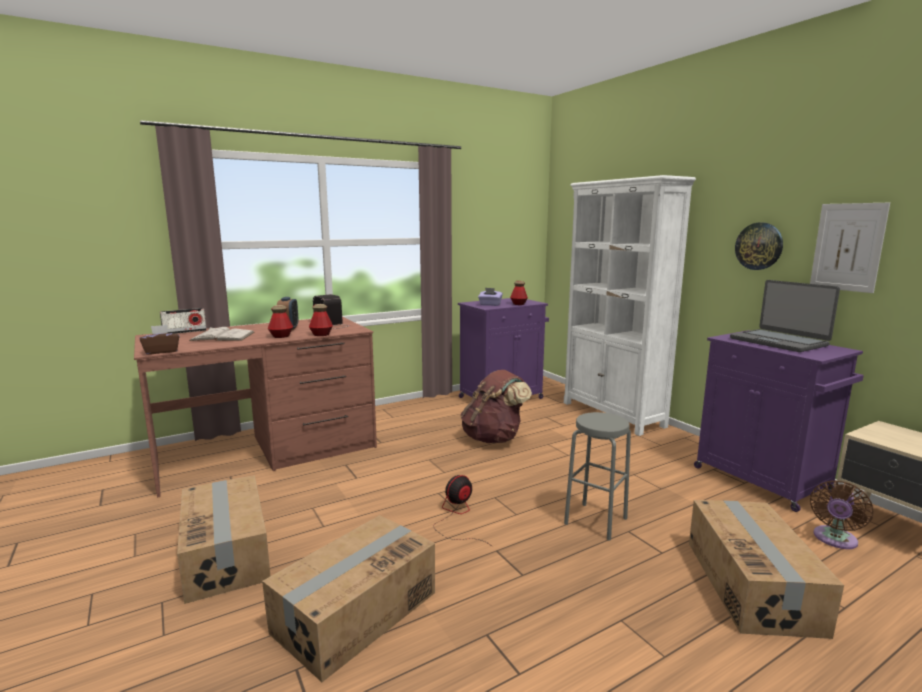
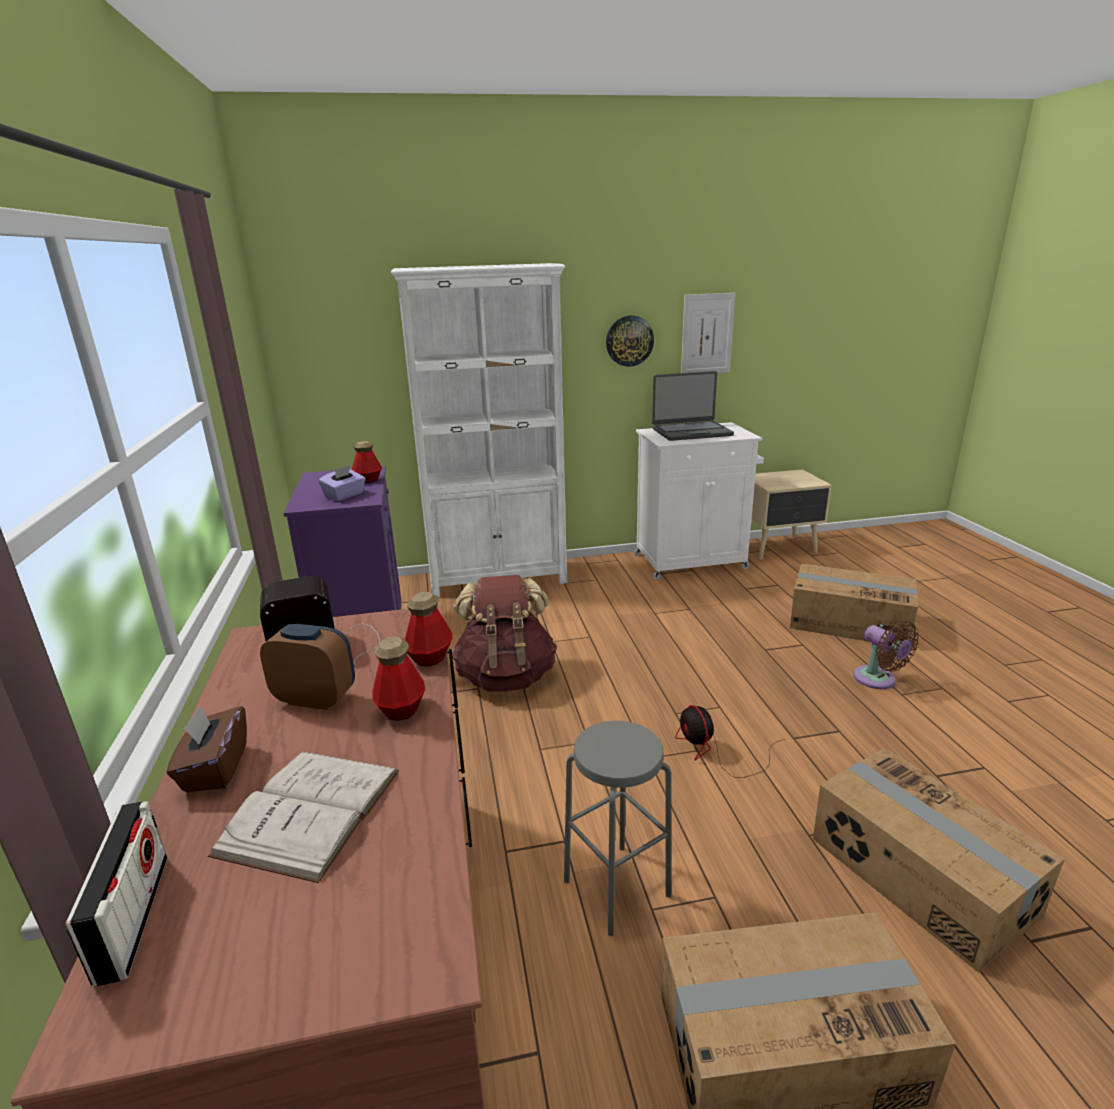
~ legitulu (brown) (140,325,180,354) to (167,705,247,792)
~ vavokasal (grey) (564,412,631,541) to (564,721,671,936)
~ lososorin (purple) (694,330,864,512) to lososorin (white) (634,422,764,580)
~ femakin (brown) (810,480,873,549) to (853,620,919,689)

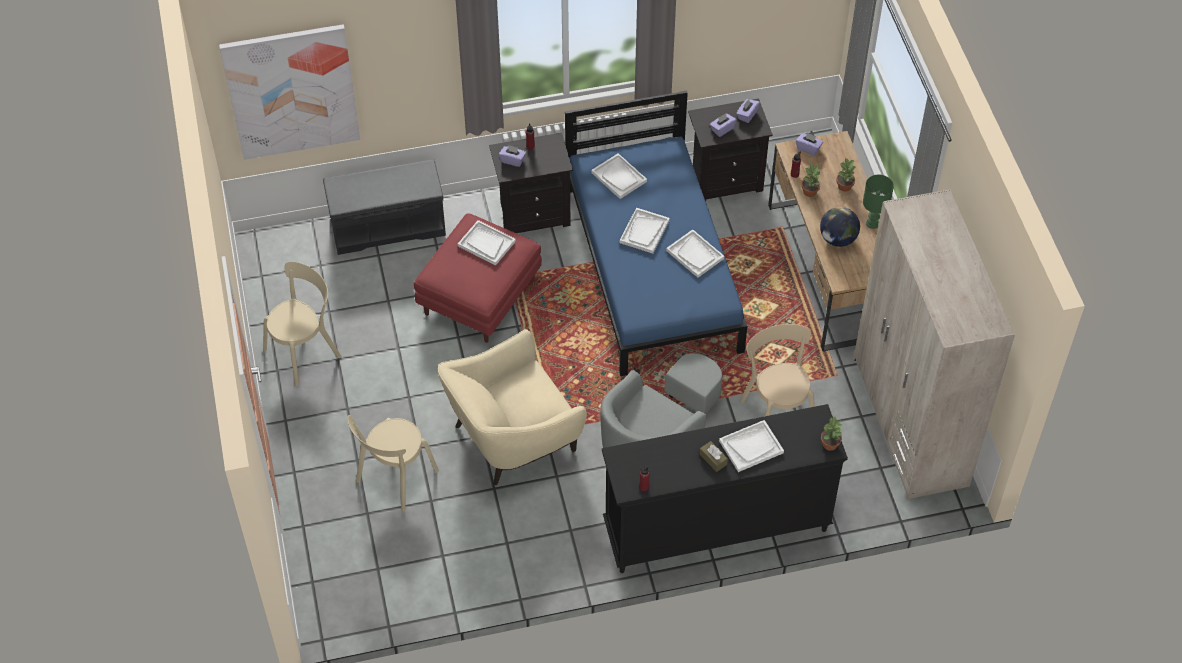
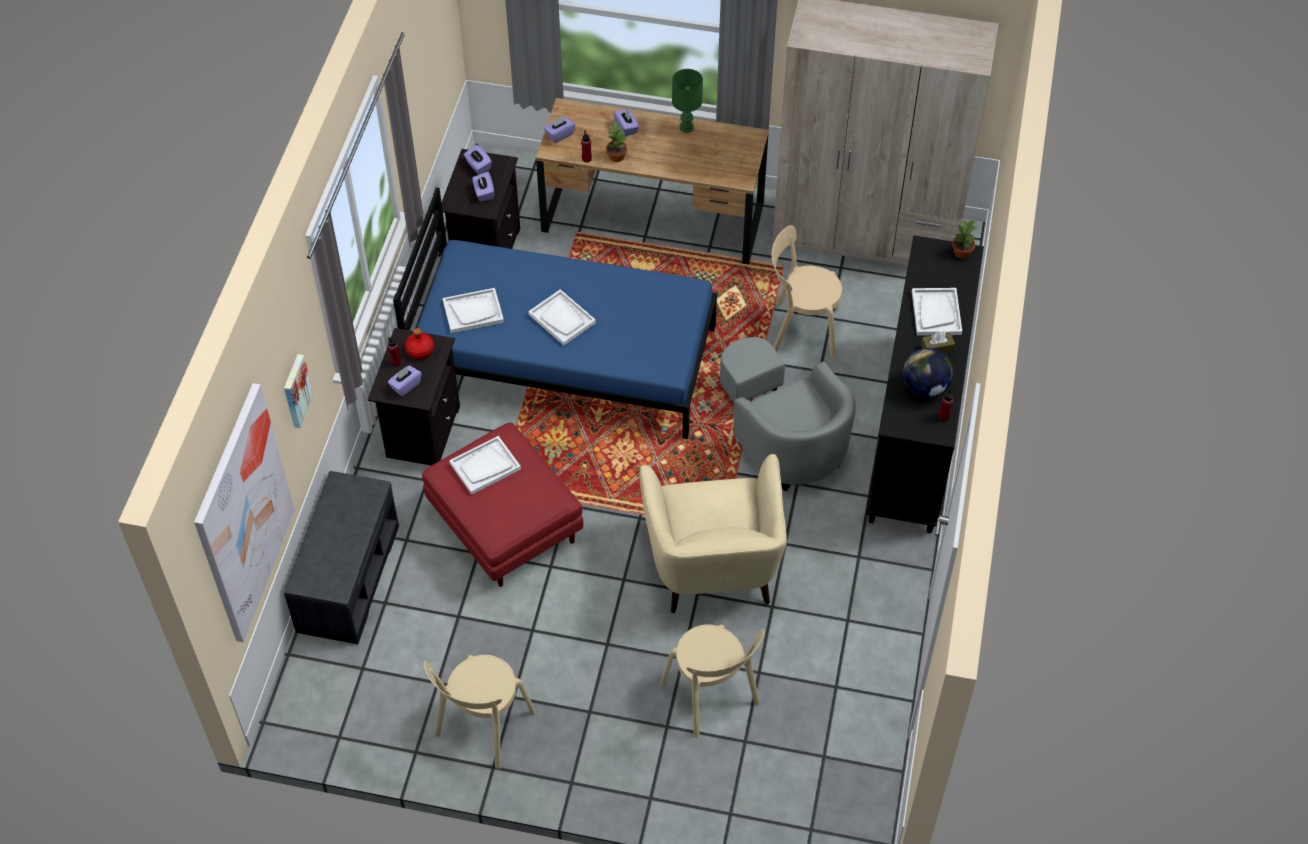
+ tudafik (284,354,314,428)
+ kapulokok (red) (405,328,434,359)
~ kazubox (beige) (263,261,342,386) = (424,655,536,769) 135 degrees counterclockwise
~ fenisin (836,157,855,192) to legitulu (purple) (613,109,639,137)
~ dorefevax (820,207,860,247) to (903,348,953,398)
- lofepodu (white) (666,229,724,278)

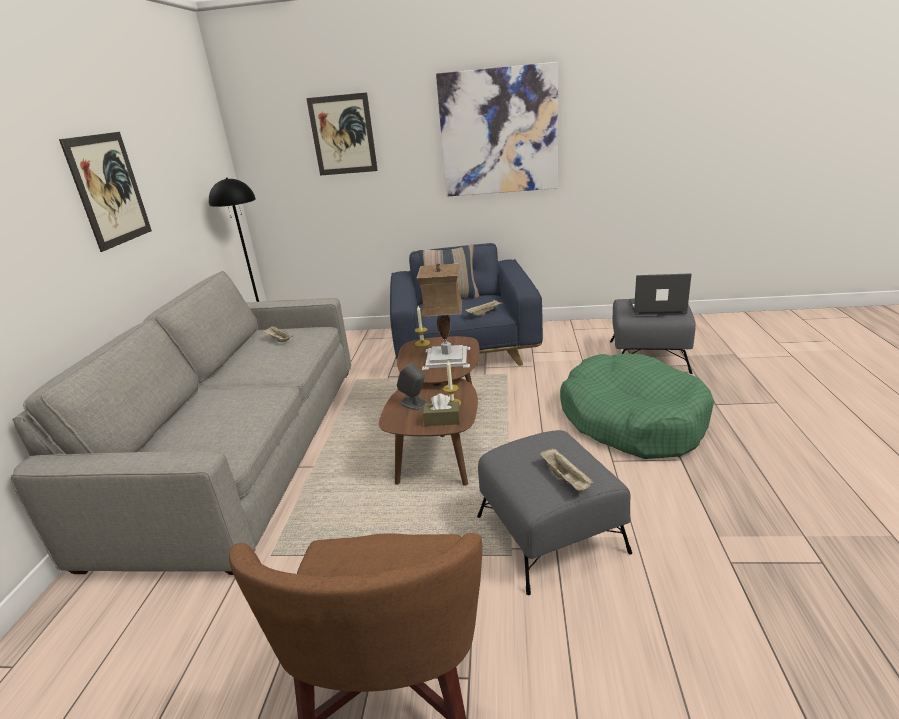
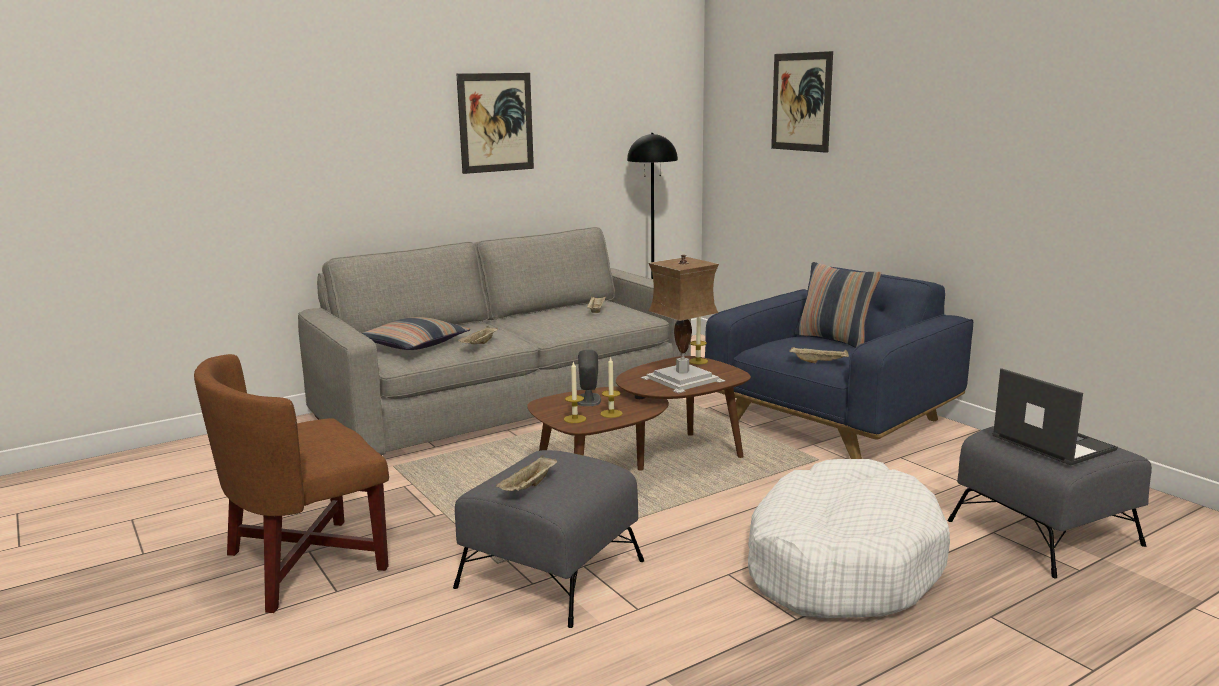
+ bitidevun (362,317,470,350)
+ lofepodu (beige) (458,326,498,344)
~ legitulu (brown) (423,393,460,426) to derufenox (564,361,586,423)
~ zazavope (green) (560,353,714,459) to zazavope (white) (748,459,950,618)
- tudafik (436,62,558,196)

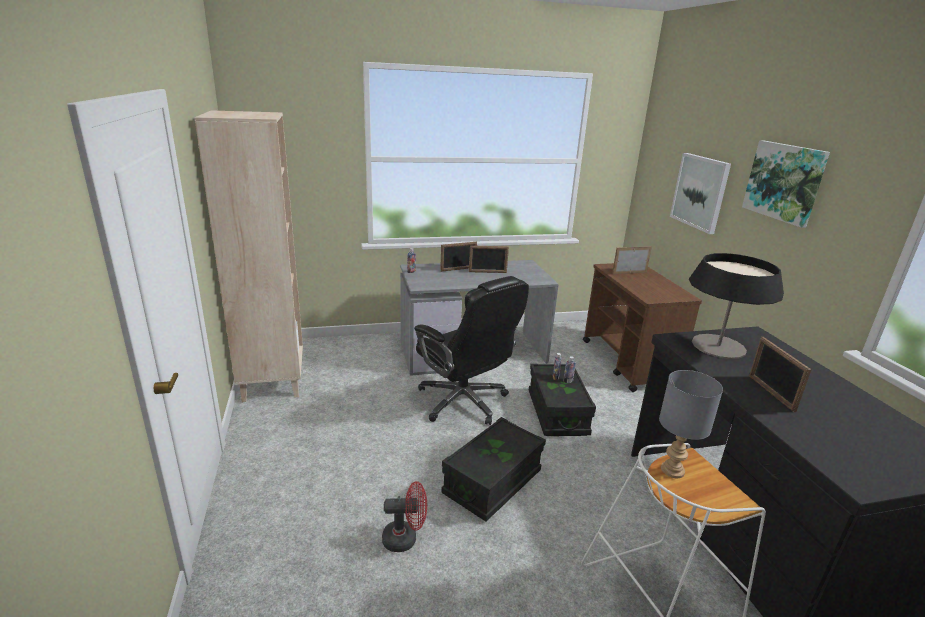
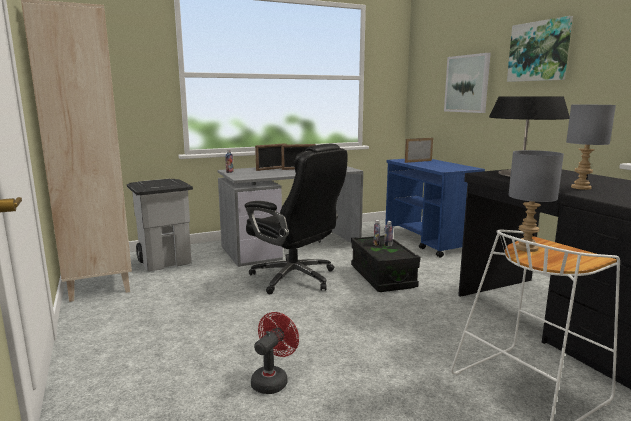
+ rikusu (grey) (127,179,193,271)
~ femakin (red) (382,481,427,552) = (251,312,299,394) 45 degrees counterclockwise
~ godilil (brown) (583,263,702,392) to godilil (blue) (384,159,485,258)
~ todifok (749,337,812,412) to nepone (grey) (566,105,616,190)
- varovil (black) (441,417,546,521)

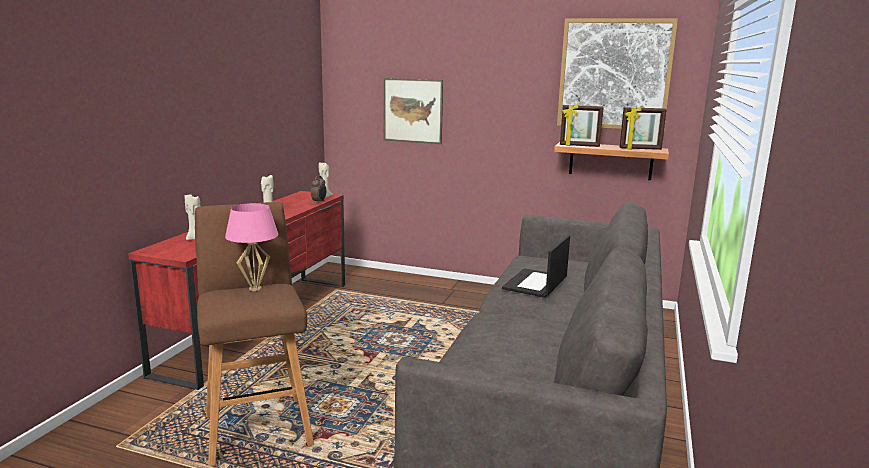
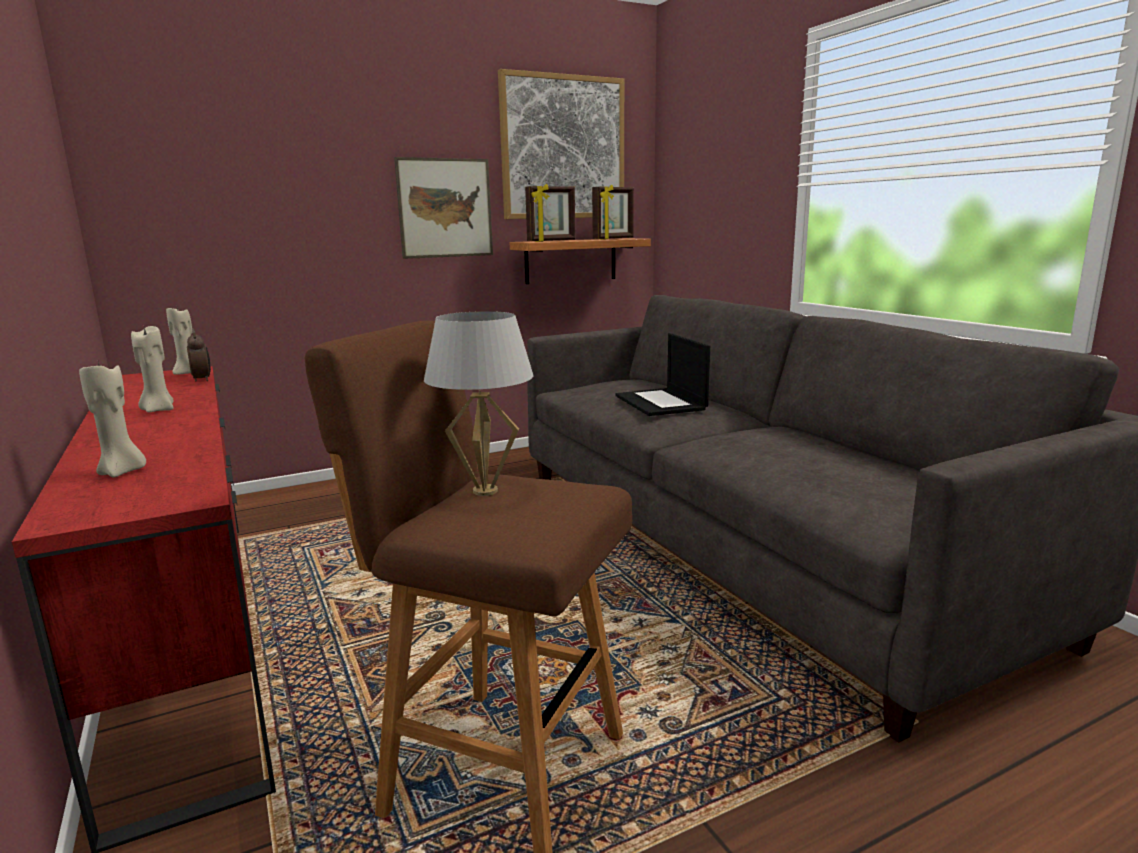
~ tudafik (383,78,443,144) to (394,157,493,259)
~ nepone (pink) (225,203,278,291) to nepone (white) (424,311,533,496)

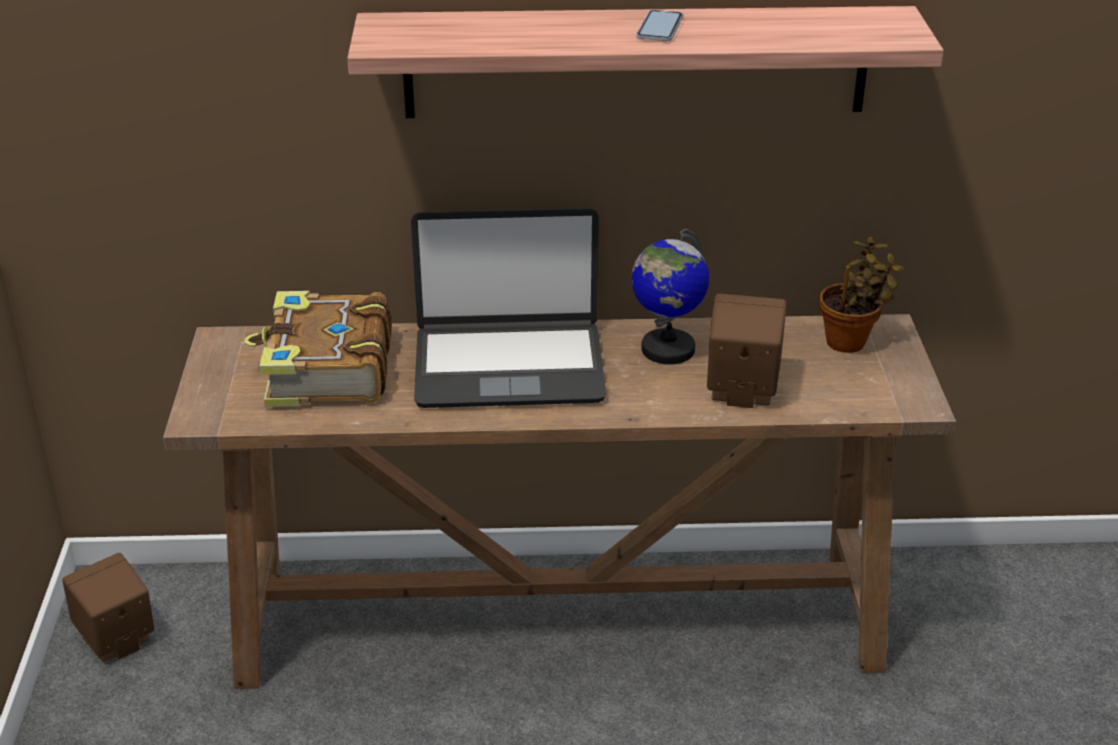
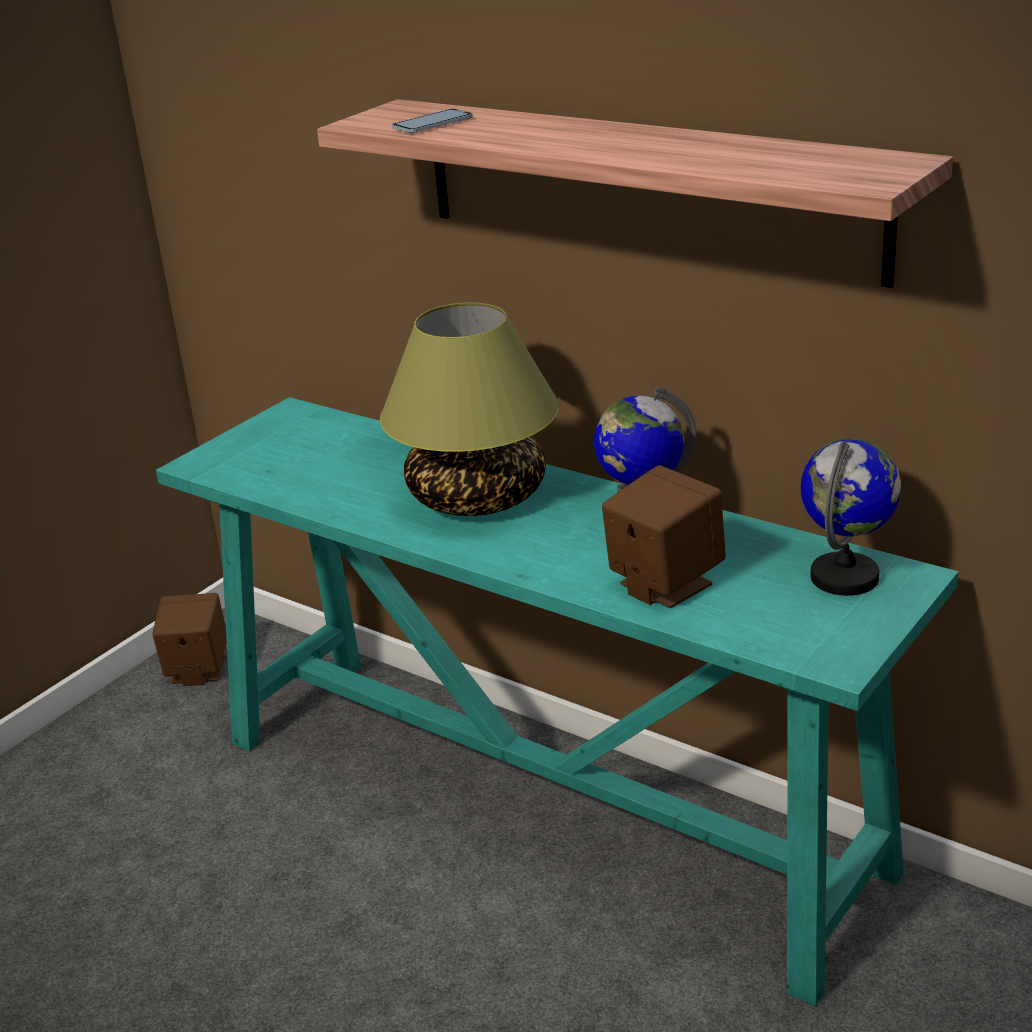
~ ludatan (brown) (163,314,956,689) to ludatan (turquoise) (156,397,958,1006)
~ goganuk (411,208,607,408) to nepone (380,302,559,516)
~ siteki (636,10,683,41) to (392,109,473,133)
~ fenisin (819,237,905,353) to dorefevax (801,438,901,596)
- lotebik (244,291,392,408)

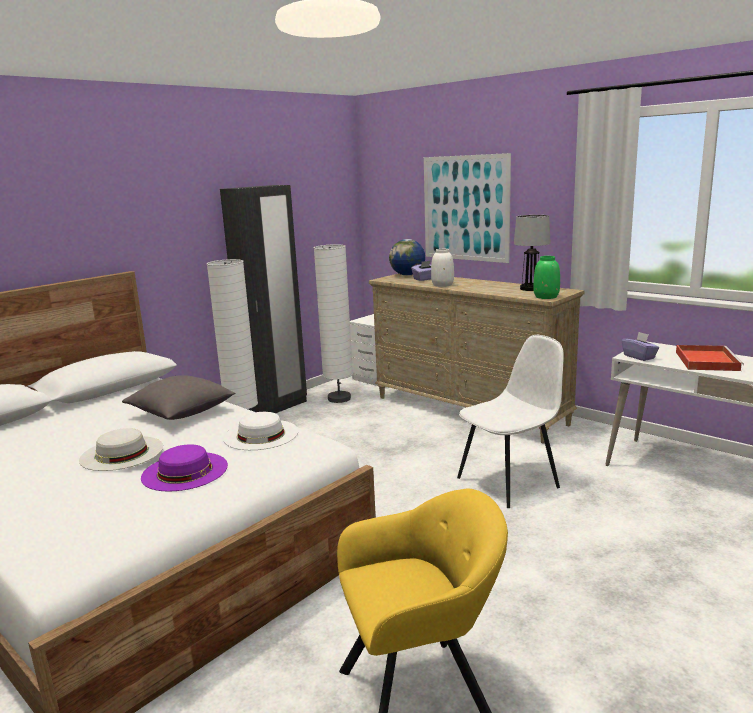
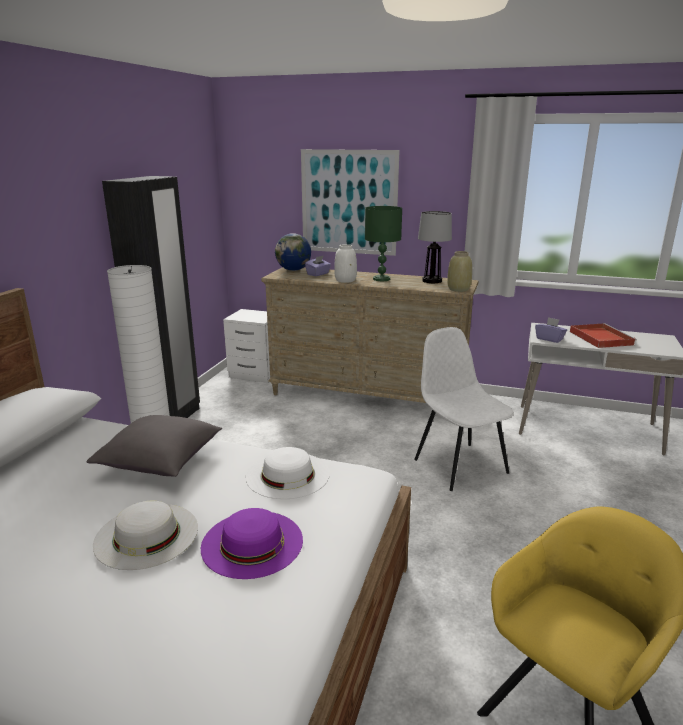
+ nepone (green) (365,206,402,281)
~ kazubox (white) (457,335,564,508) = (414,327,514,491) 60 degrees counterclockwise
~ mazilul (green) (533,256,560,299) to mazilul (beige) (447,251,472,292)
- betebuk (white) (314,244,353,403)

